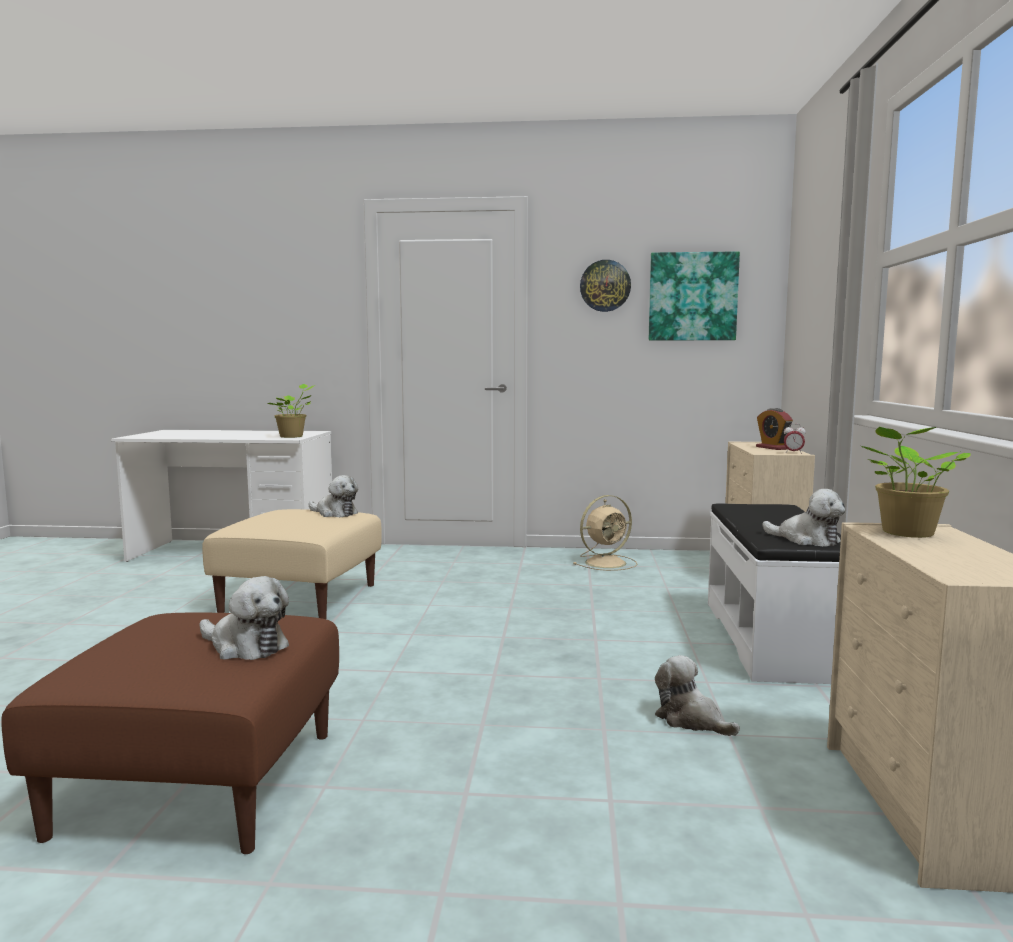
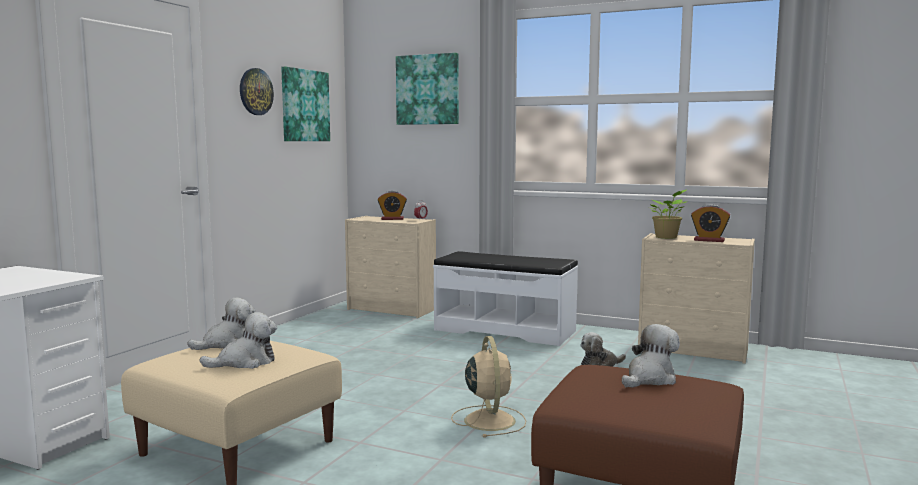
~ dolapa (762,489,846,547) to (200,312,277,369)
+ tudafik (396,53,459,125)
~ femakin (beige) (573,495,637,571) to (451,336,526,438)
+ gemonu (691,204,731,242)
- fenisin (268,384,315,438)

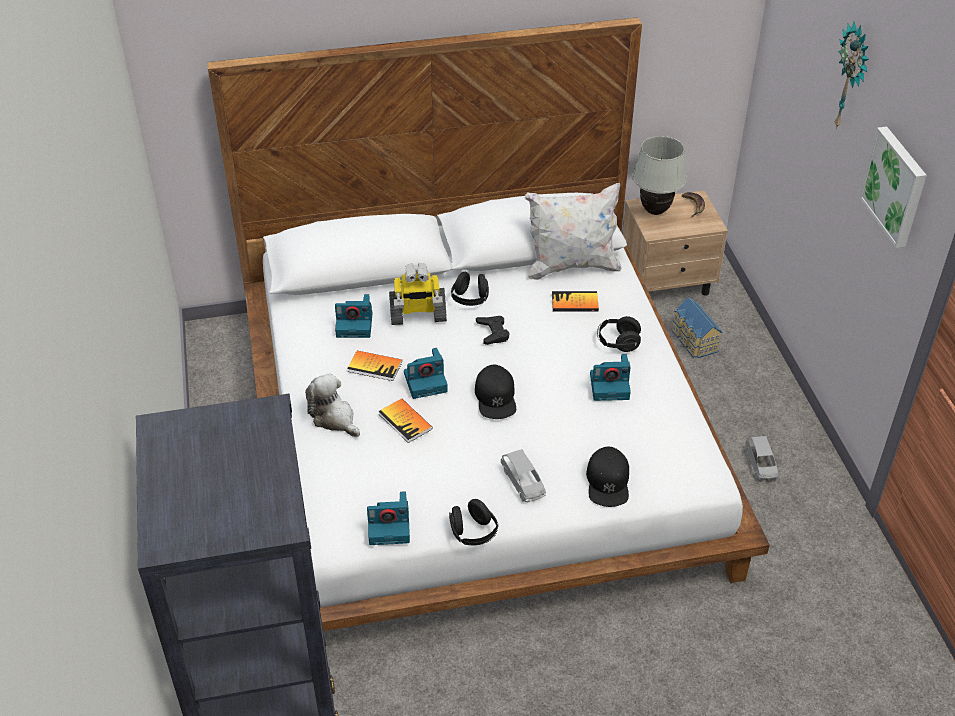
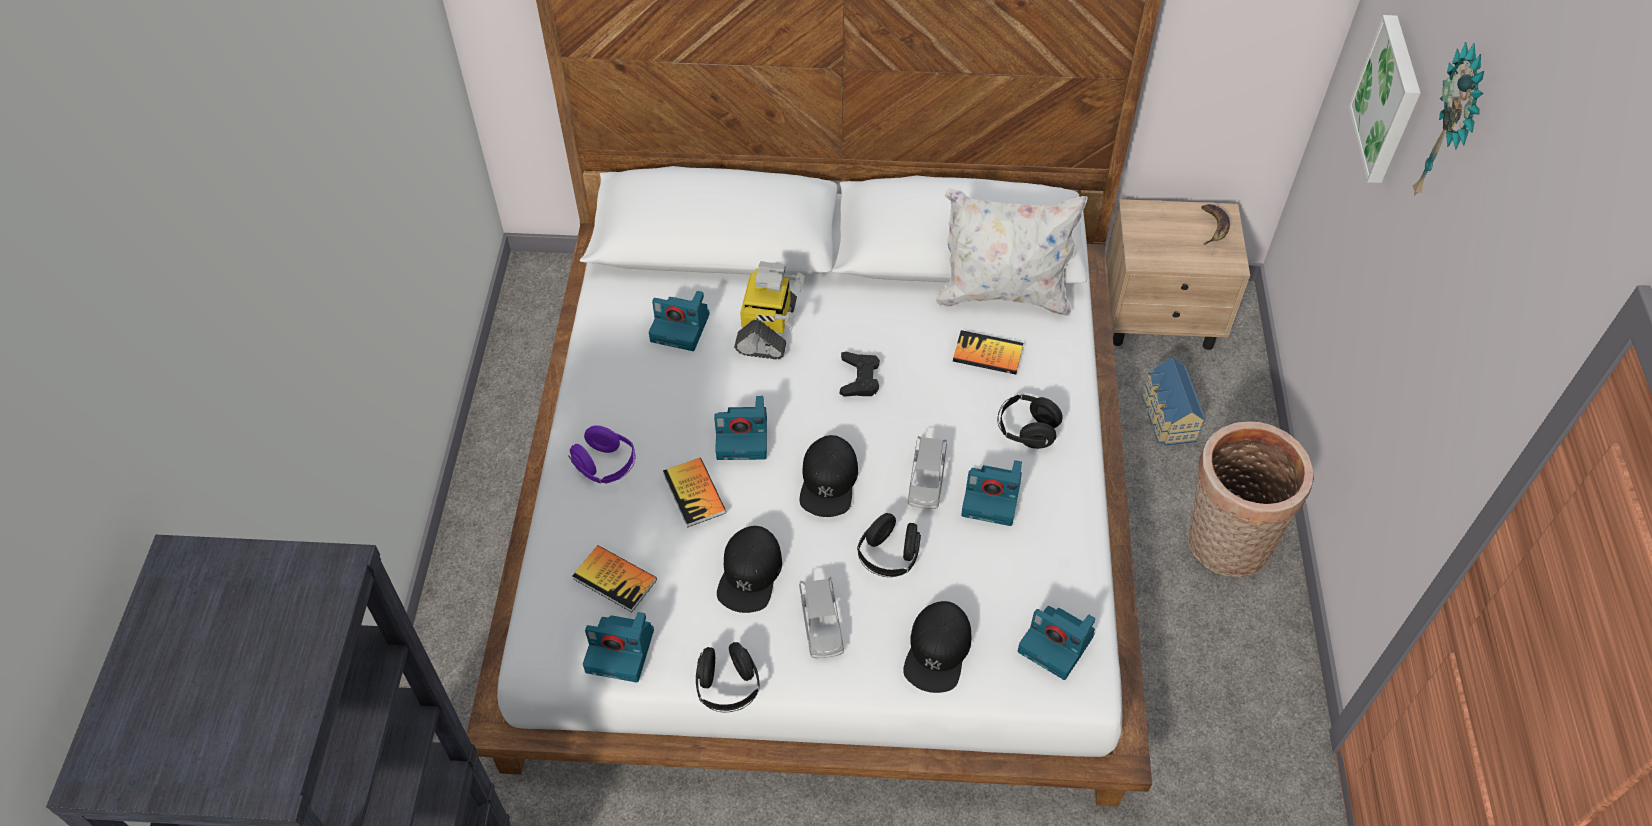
~ dolapa (305,374,360,437) to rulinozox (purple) (568,425,636,484)
~ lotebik (347,351,402,381) to (572,545,657,612)
+ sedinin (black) (717,526,782,613)
~ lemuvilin (389,263,447,325) = (734,261,804,360) 90 degrees counterclockwise
~ rulinozox (black) (451,272,489,306) to (857,513,921,577)
~ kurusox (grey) (745,436,778,481) to (908,436,947,509)
+ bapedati (1018,606,1095,680)
+ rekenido (1188,421,1314,577)
~ tudafik (859,127,927,248) to (1348,15,1420,183)
- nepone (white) (632,136,687,215)

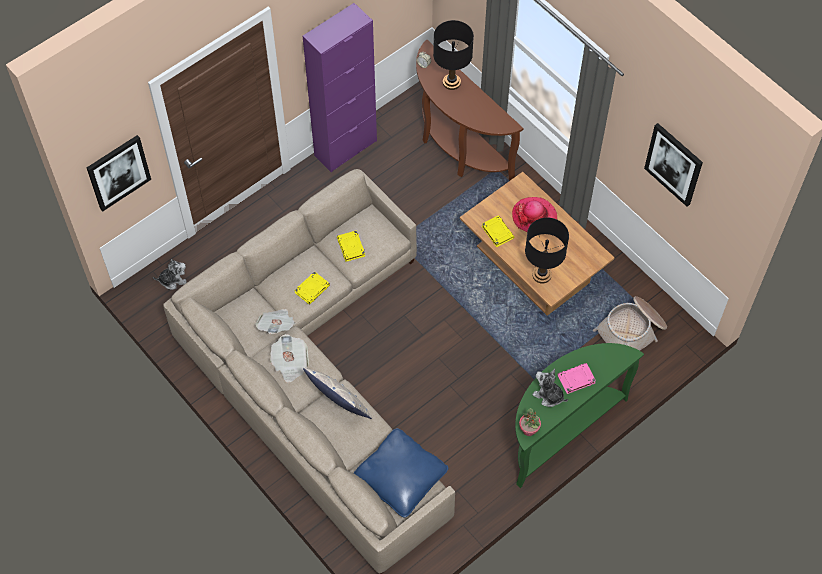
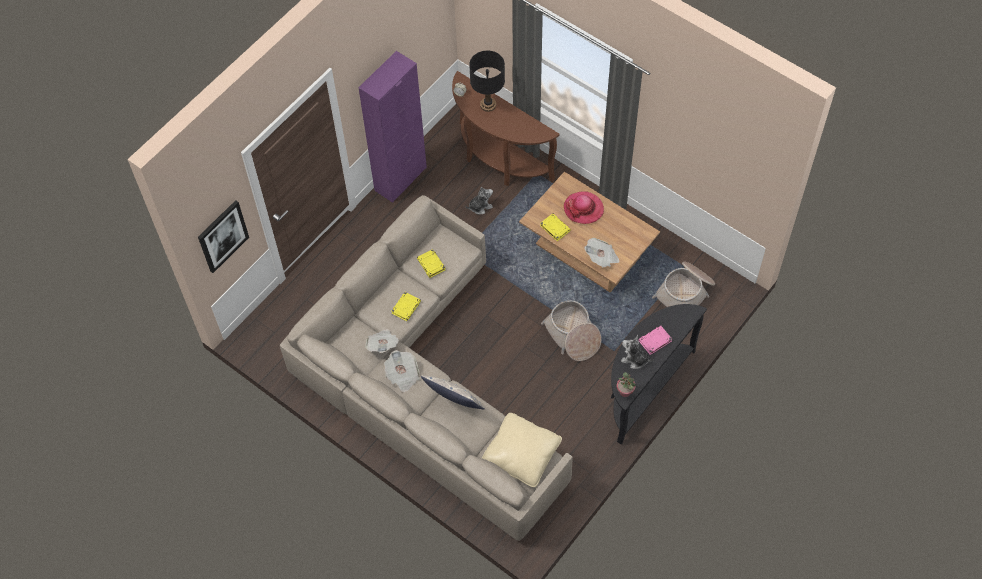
~ dolapa (153,259,187,289) to (466,187,493,215)
~ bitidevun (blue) (354,428,448,517) to bitidevun (beige) (482,413,562,487)
+ rekenido (541,300,601,361)
~ nepone (black) (525,218,569,284) to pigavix (584,238,620,268)
~ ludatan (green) (515,343,644,488) to ludatan (black) (611,304,707,444)
- tudafik (644,123,703,207)

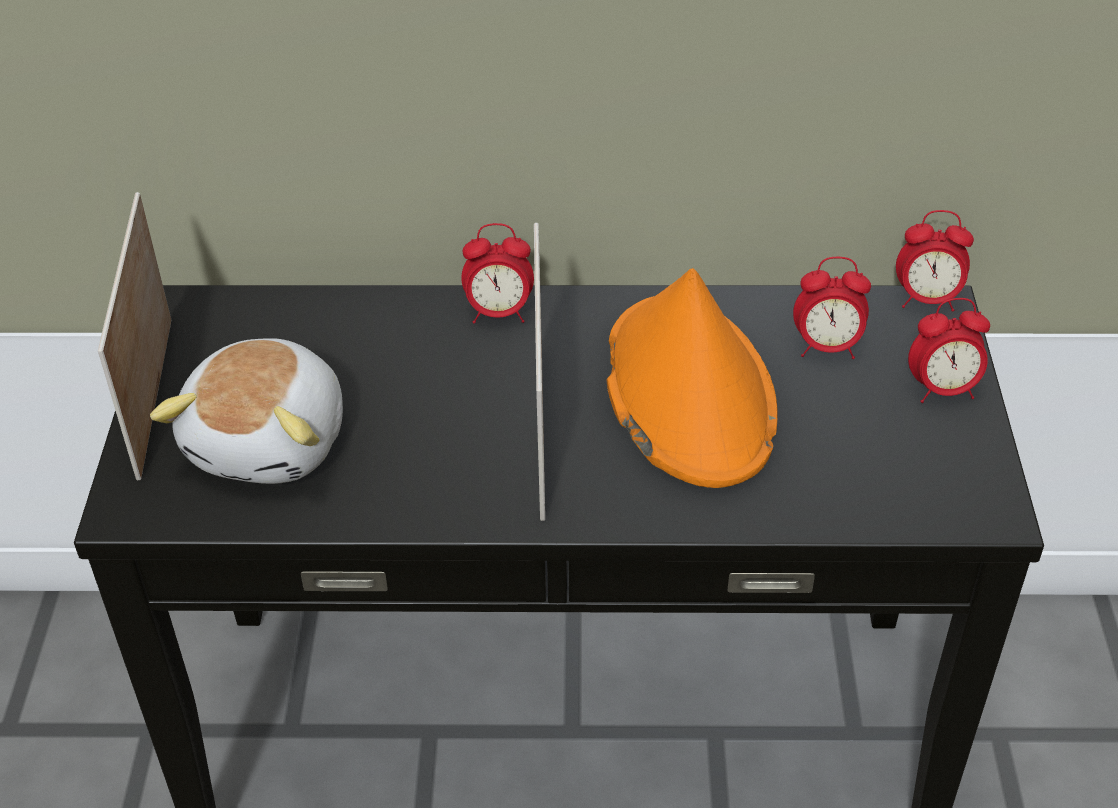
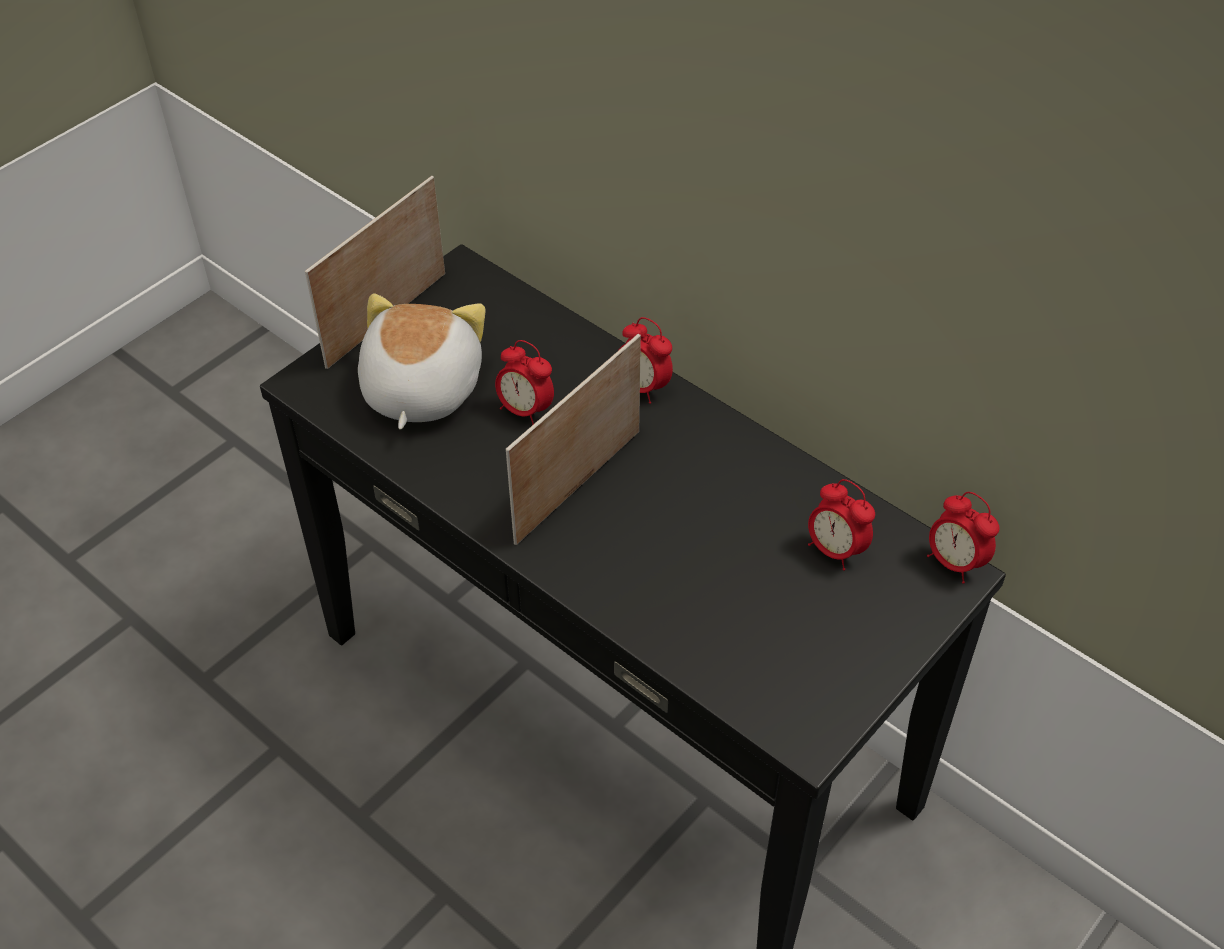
~ dolapa (150,338,343,484) = (358,293,485,430) 135 degrees clockwise
~ gemonu (908,298,990,403) to (495,340,554,424)
- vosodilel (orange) (606,268,778,488)

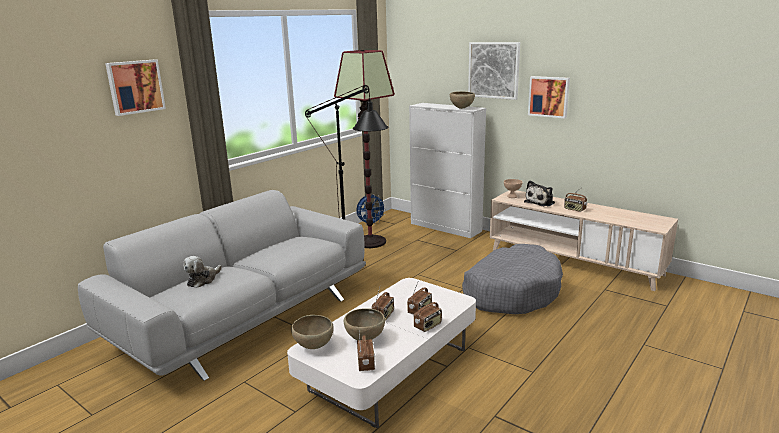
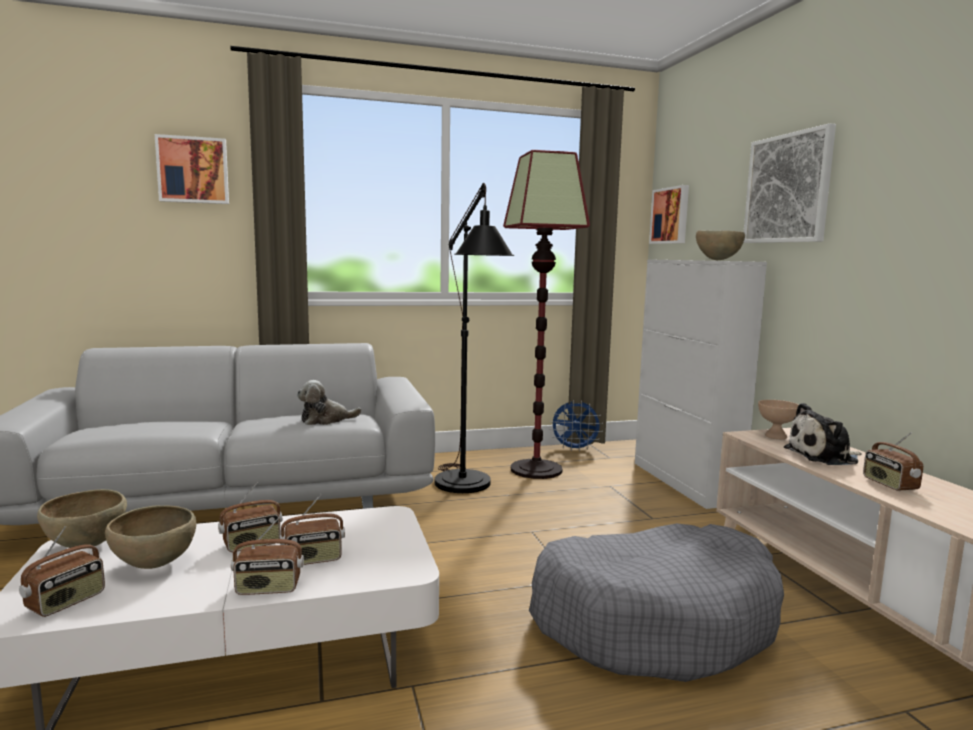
~ dolapa (183,256,222,288) to (297,380,362,425)
~ tudafik (528,76,570,118) to (649,185,689,244)

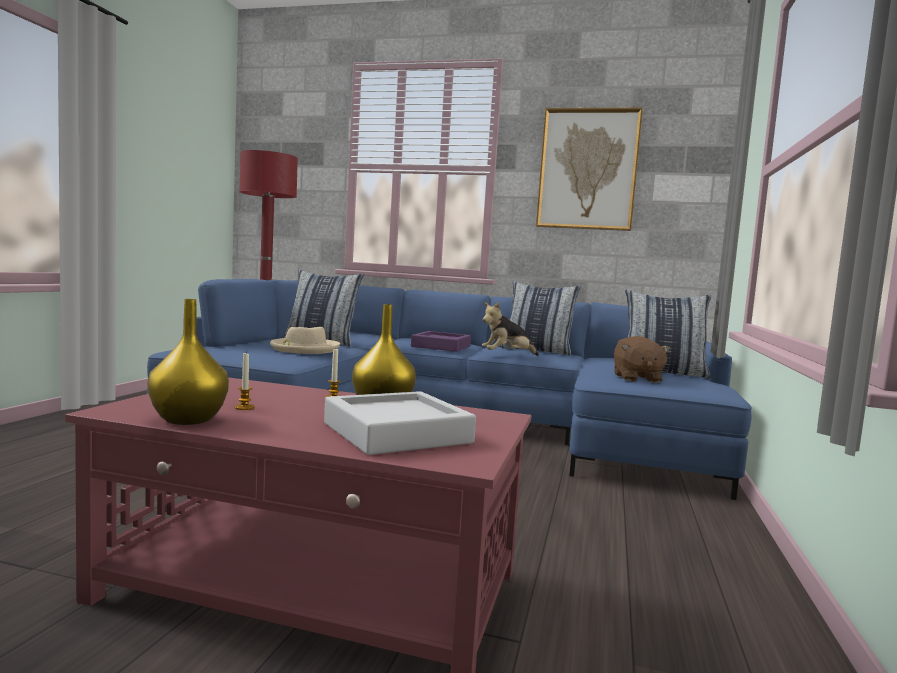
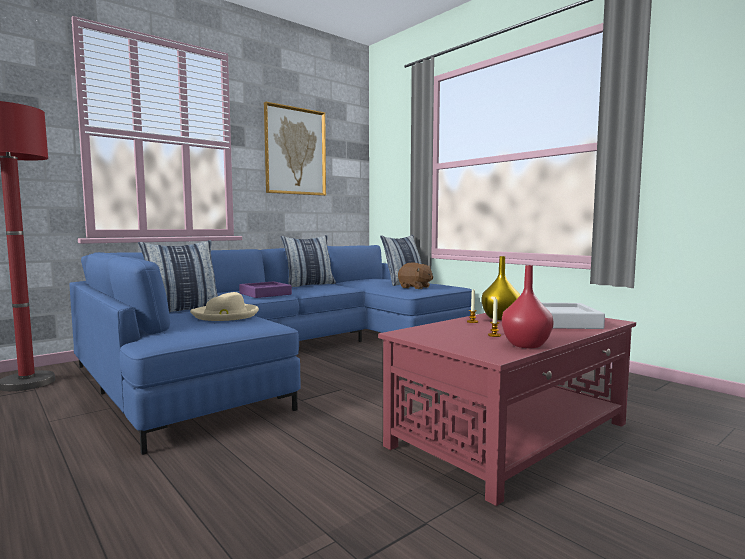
~ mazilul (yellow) (147,299,229,425) to mazilul (red) (502,265,554,348)
- dolapa (482,302,539,356)

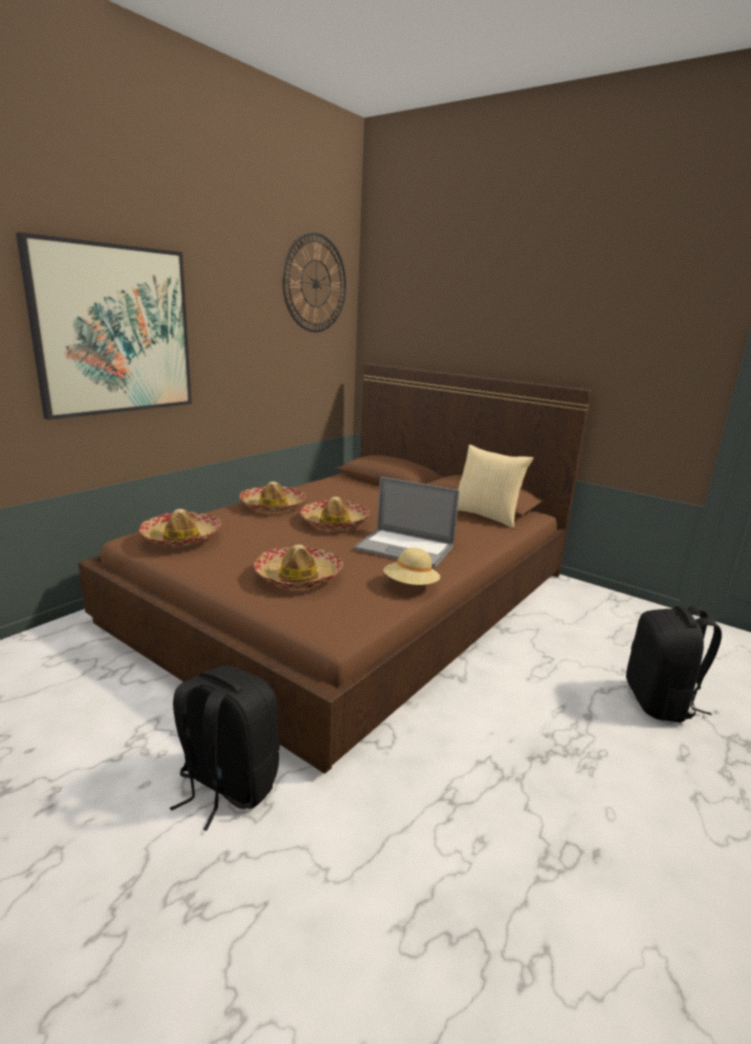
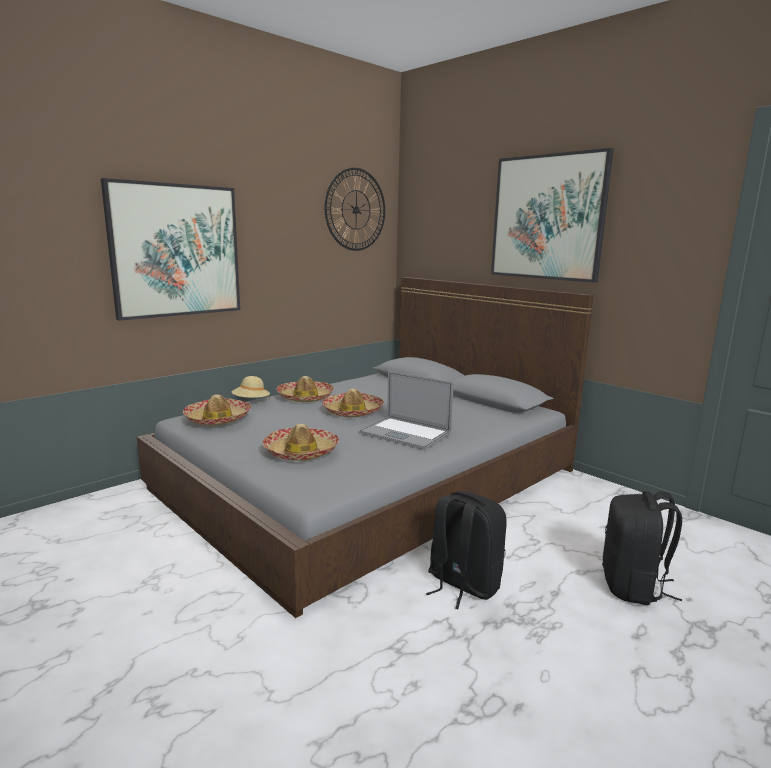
~ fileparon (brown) (78,363,592,774) to fileparon (grey) (137,277,594,618)
~ vosodilel (beige) (383,548,440,585) to (232,376,270,399)
~ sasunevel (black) (170,665,280,831) to (426,491,506,609)
+ tudafik (491,148,614,283)
- bitidevun (458,444,534,528)

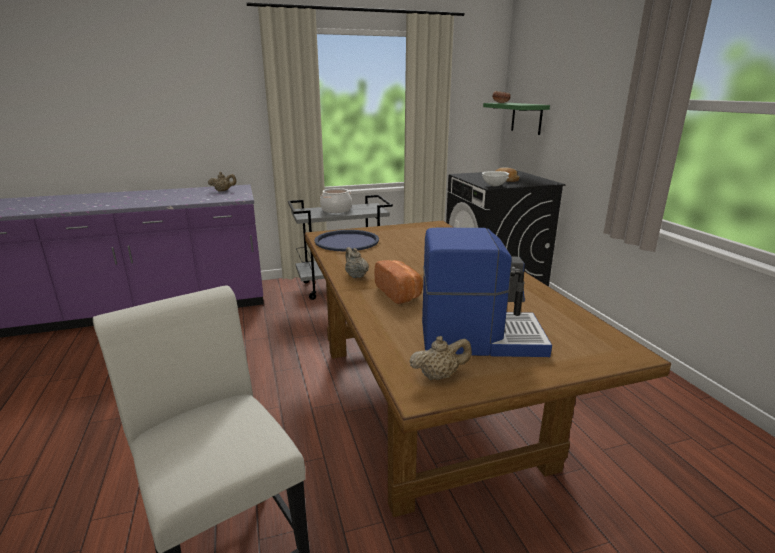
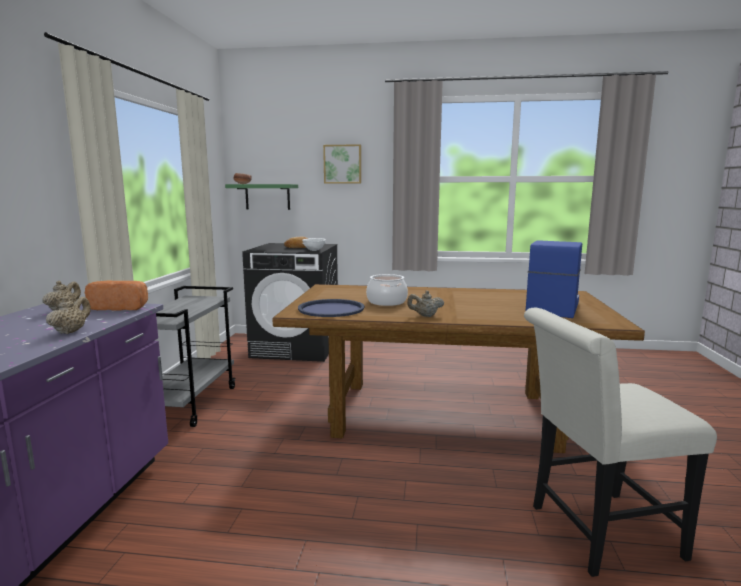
~ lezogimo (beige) (409,336,472,380) to (46,296,91,334)
~ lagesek (374,260,423,304) to (85,281,148,311)
+ tudafik (323,144,361,183)
~ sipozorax (320,188,352,213) to (366,274,408,306)

